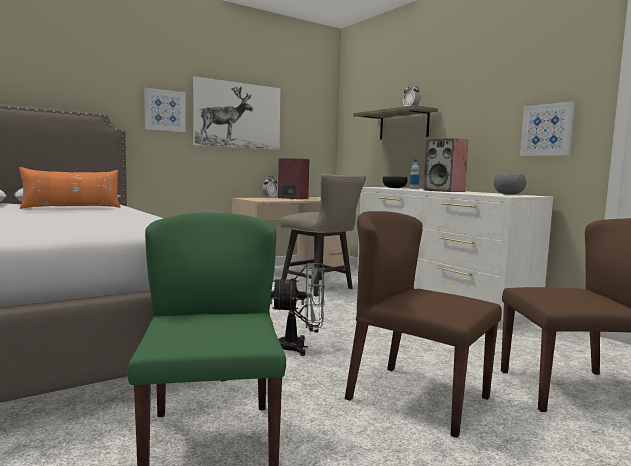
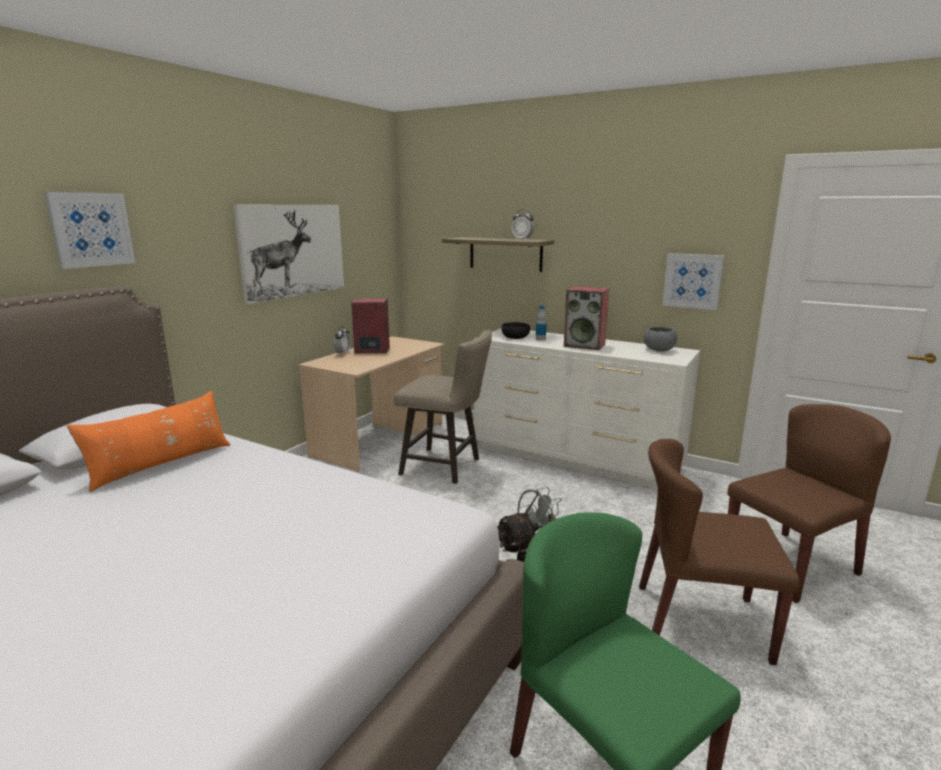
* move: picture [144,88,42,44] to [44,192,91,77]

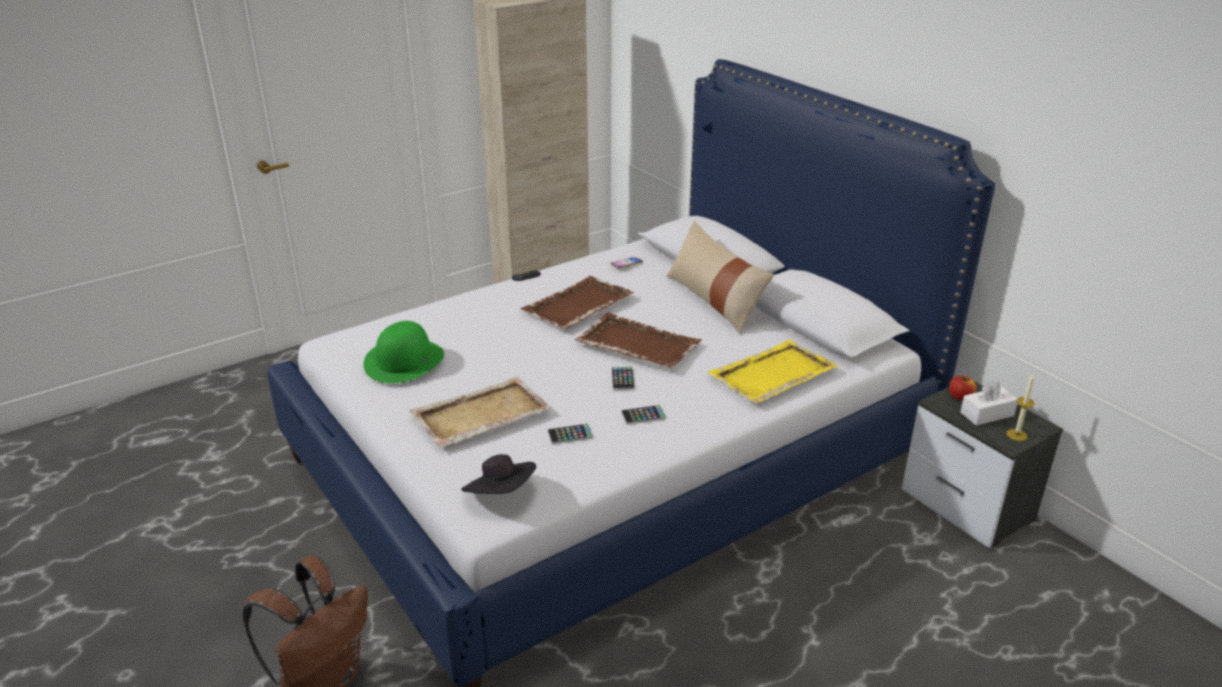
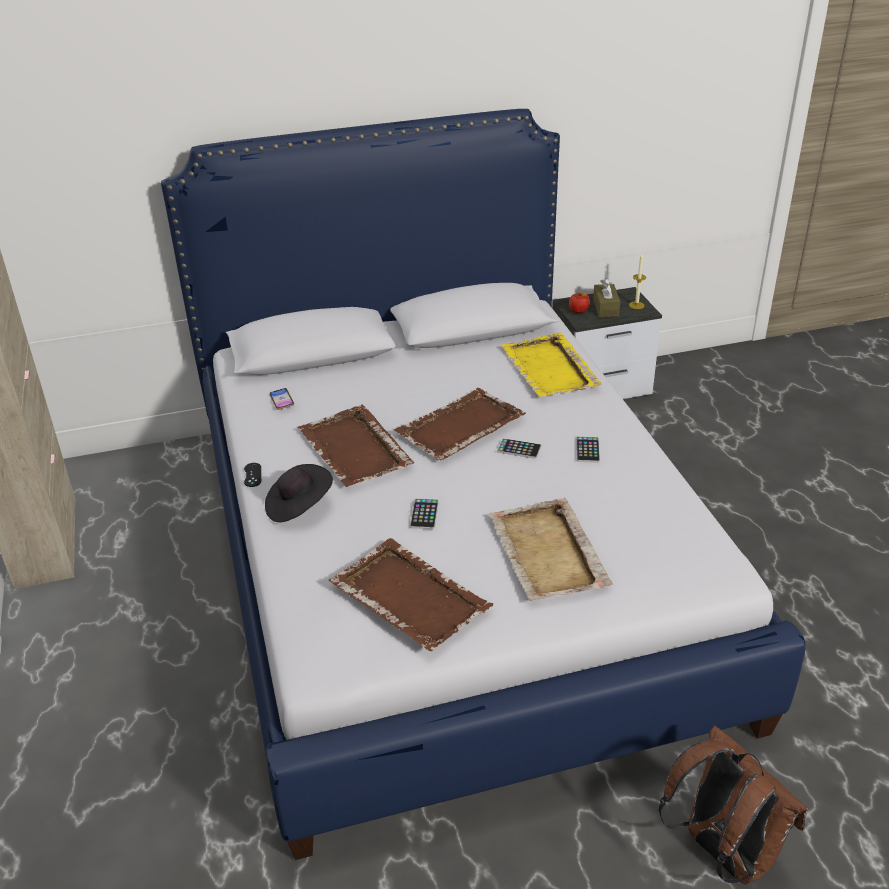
* replace: green-coloured clothing hat [363,321,81,62] to brown-coloured serving tray [328,538,165,113]
* move: blackish clothing hat [461,454,75,40] to [265,464,68,58]
* move: handset [547,424,46,20] to [410,498,29,31]
* delete: sand-coloured pillow [667,221,107,113]
* recolor: whitish tissue holder [960,379,58,47] to brown-coloured tissue holder [593,278,27,39]

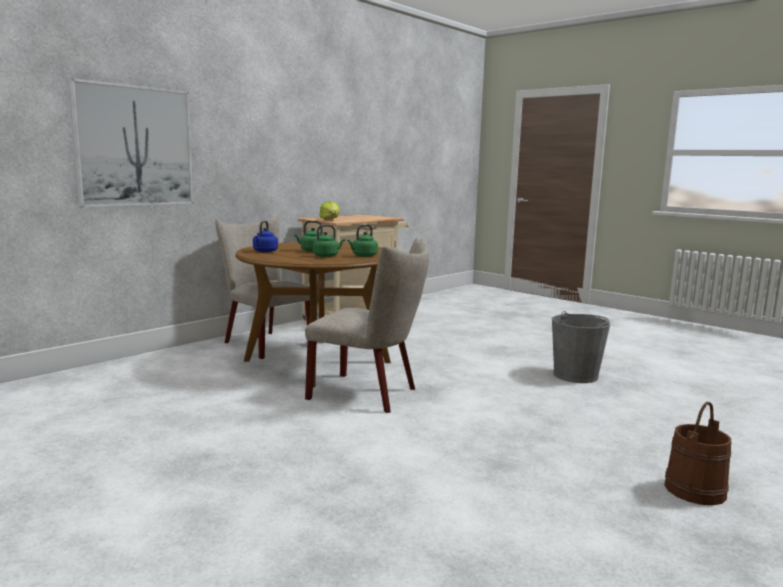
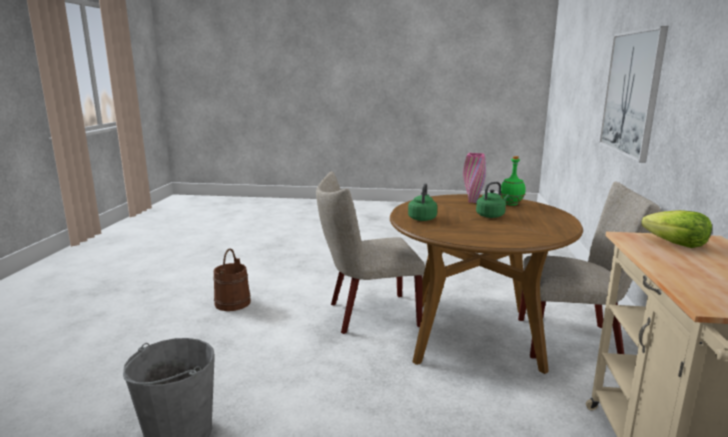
* replace: bluish water kettle [253,221,25,31] to green-coloured bottle [501,156,25,50]
* delete: green-coloured water kettle [313,225,32,32]
* move: brown-coloured water bucket [664,402,67,103] to [213,249,38,62]
* insert: pink vase [463,153,23,50]

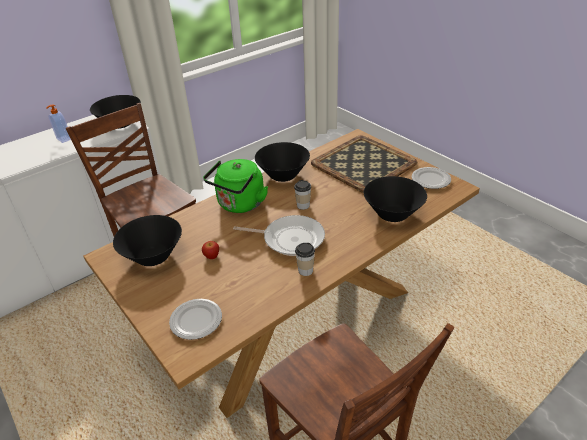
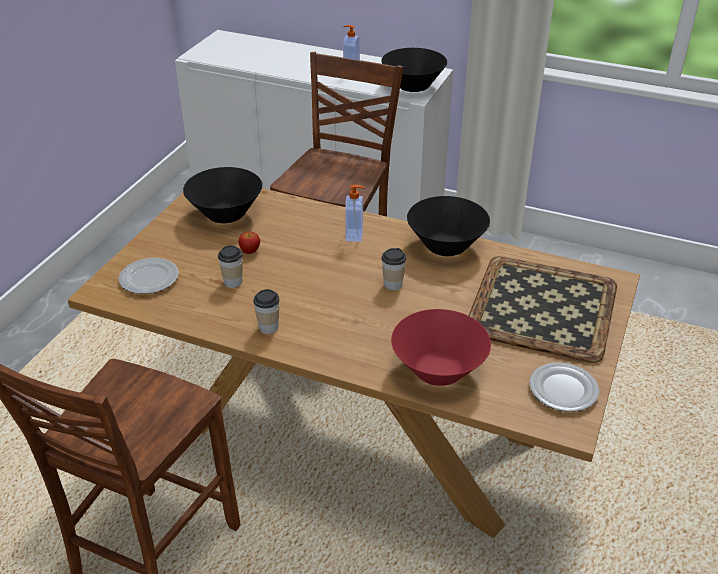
* replace: green-coloured water kettle [203,159,65,54] to soap bottle [345,185,19,57]
* delete: frying pan [233,215,92,41]
* recolor: blackish bowl [364,176,63,46] to red-coloured bowl [391,309,100,77]
* insert: drinking cup [218,245,24,43]

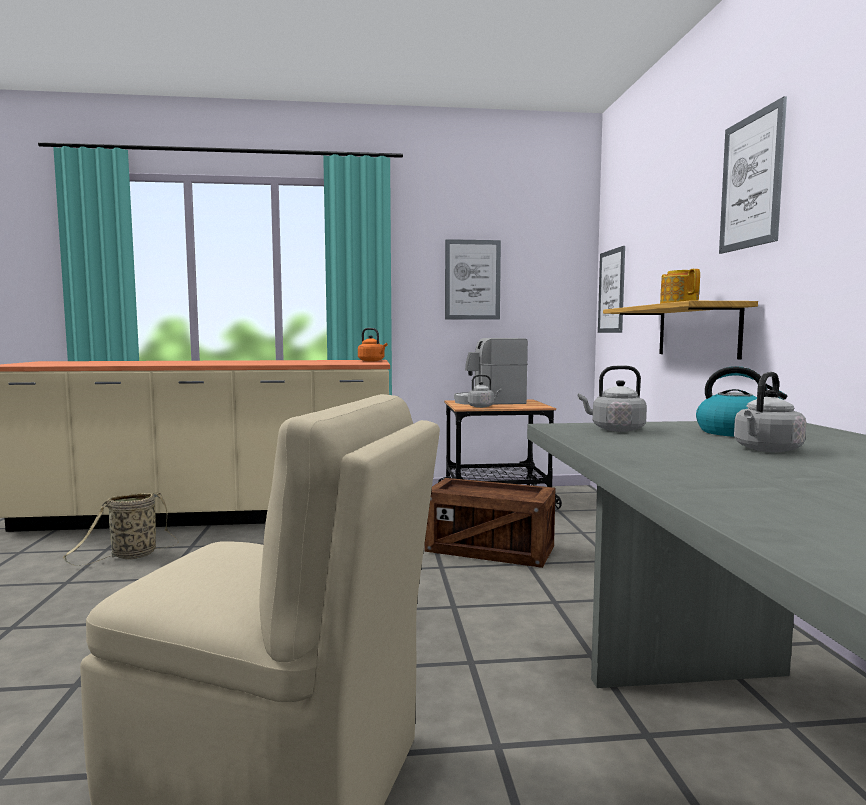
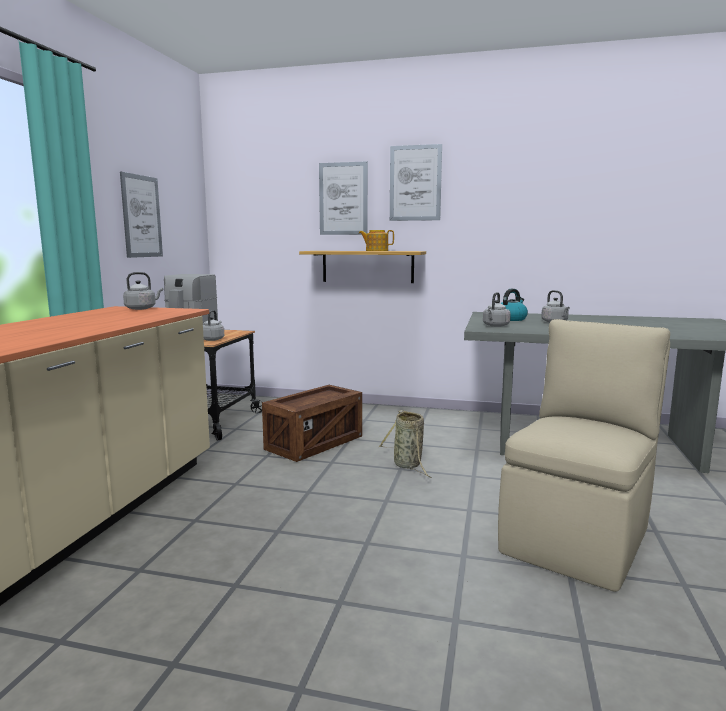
* move: storage basket [63,493,116,73] to [379,410,52,68]
* recolor: orange water kettle [358,328,30,33] to grey water kettle [123,272,40,38]
* move: picture [598,246,27,87] to [319,161,49,74]

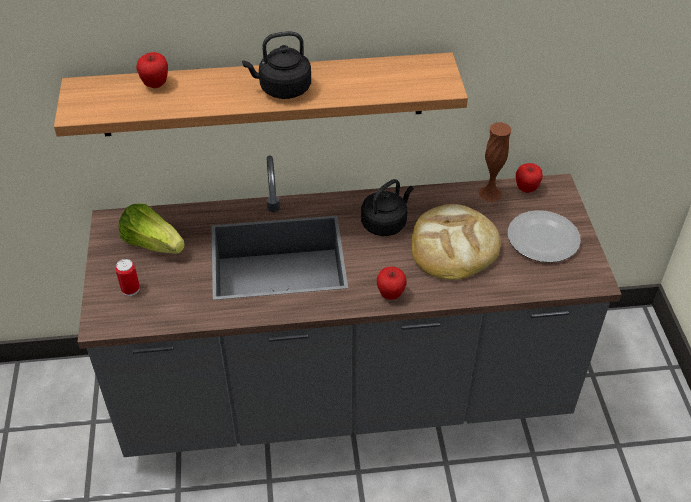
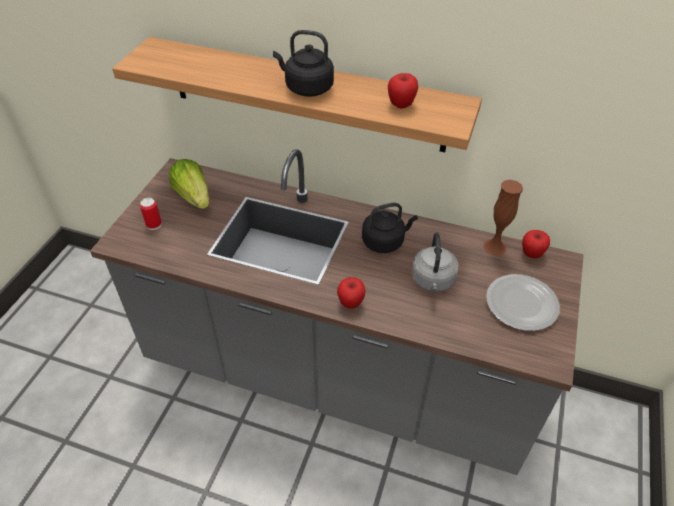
* move: apple [136,52,32,36] to [388,73,30,36]
* replace: bakery bread [412,204,89,76] to grey water kettle [412,233,47,59]

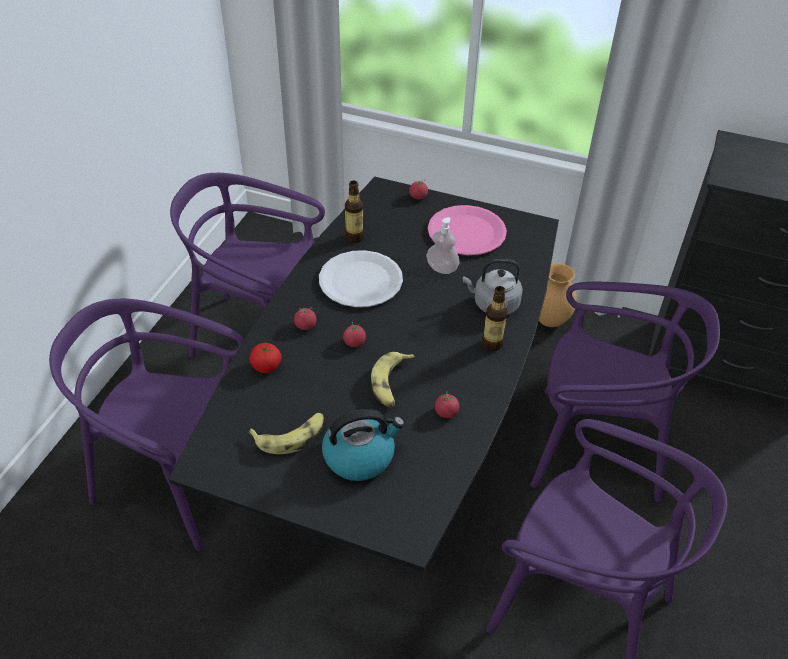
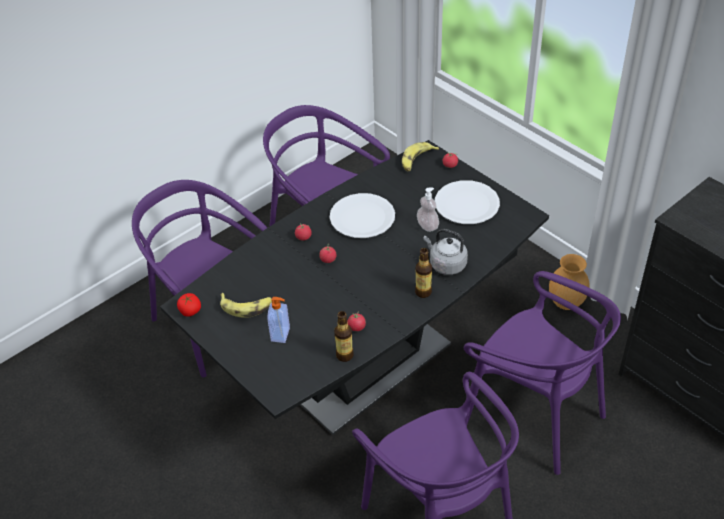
* move: fresh tomato [250,343,32,30] to [177,293,24,24]
* replace: water kettle [322,409,83,72] to soap bottle [267,297,23,46]
* move: bottle [345,180,19,63] to [334,311,20,51]
* move: banana fruit [371,352,44,55] to [402,142,37,29]
* recolor: pink flat dish [428,205,79,50] to whitish flat dish [435,180,65,44]

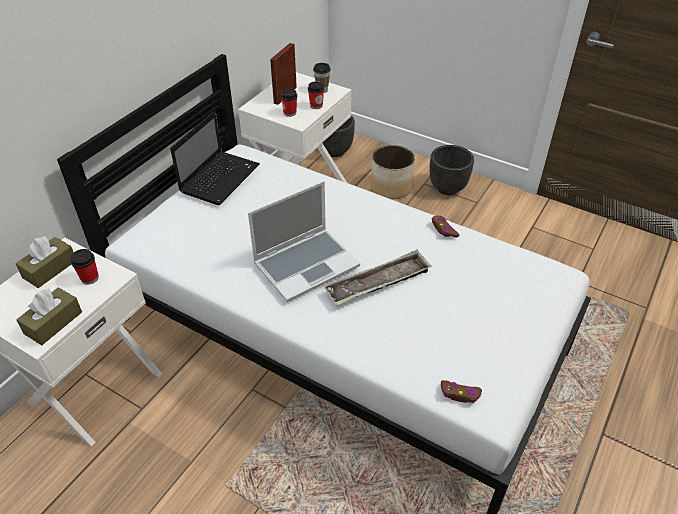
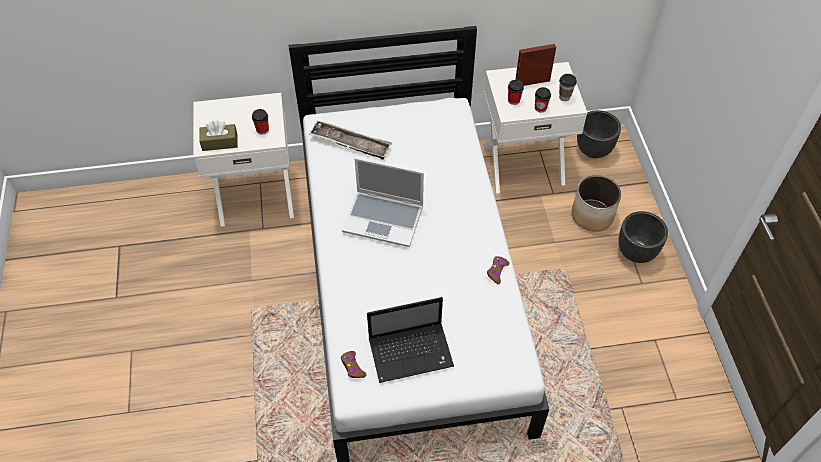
* delete: brown-coloured tissue holder [15,236,59,52]
* move: notebook computer [170,111,90,94] to [367,297,87,86]
* move: serving tray [324,250,108,56] to [309,121,83,39]

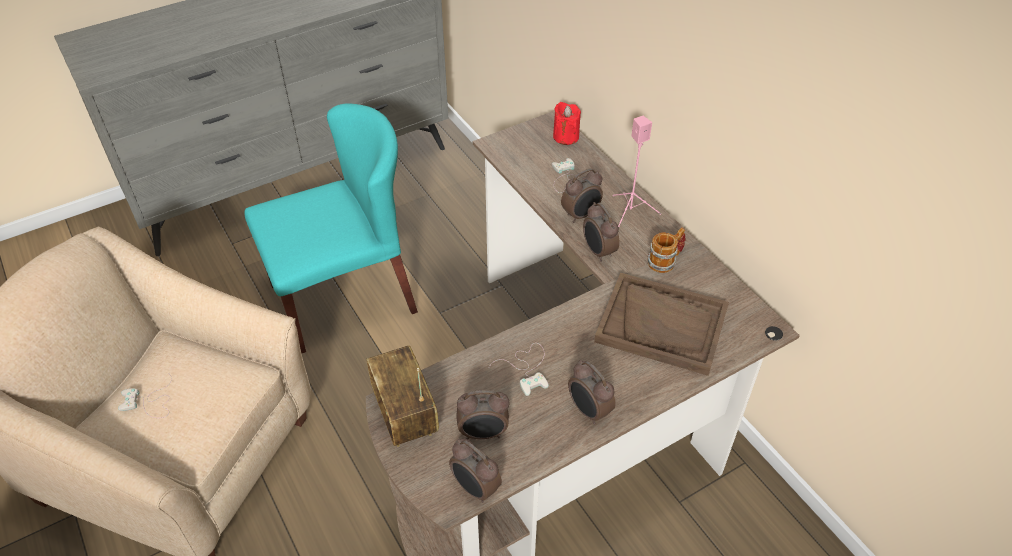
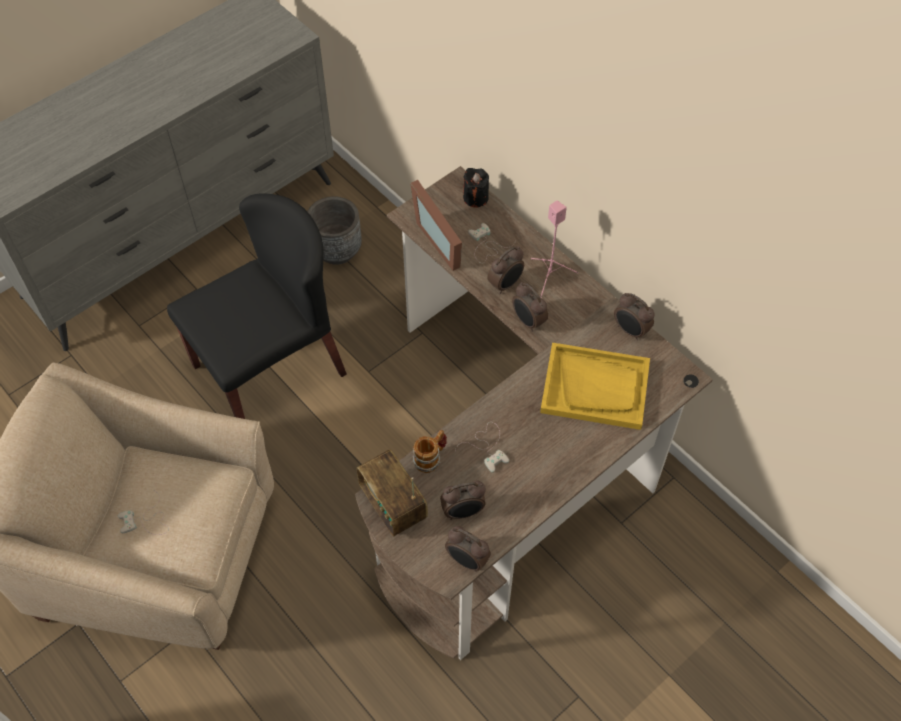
* recolor: turquoise-coloured upright chair [245,103,173,250] to blackish upright chair [167,193,180,226]
* recolor: red-coloured wax candle [553,102,28,43] to blackish wax candle [463,168,26,40]
* move: table clock [568,360,48,64] to [614,293,40,47]
* recolor: brown-coloured serving tray [594,273,135,103] to yellow-coloured serving tray [540,343,110,87]
* move: coffee mug [648,227,38,46] to [413,430,34,43]
* insert: grey plant pot [307,196,55,69]
* insert: photo frame [410,180,52,91]

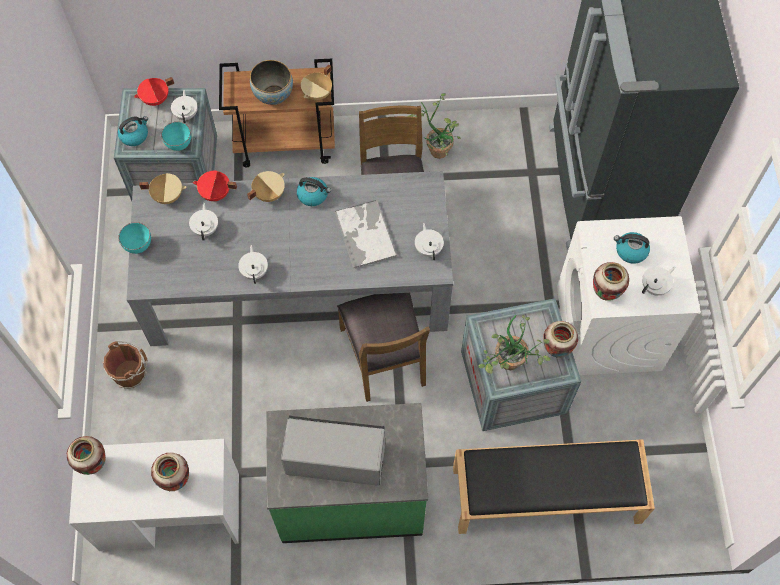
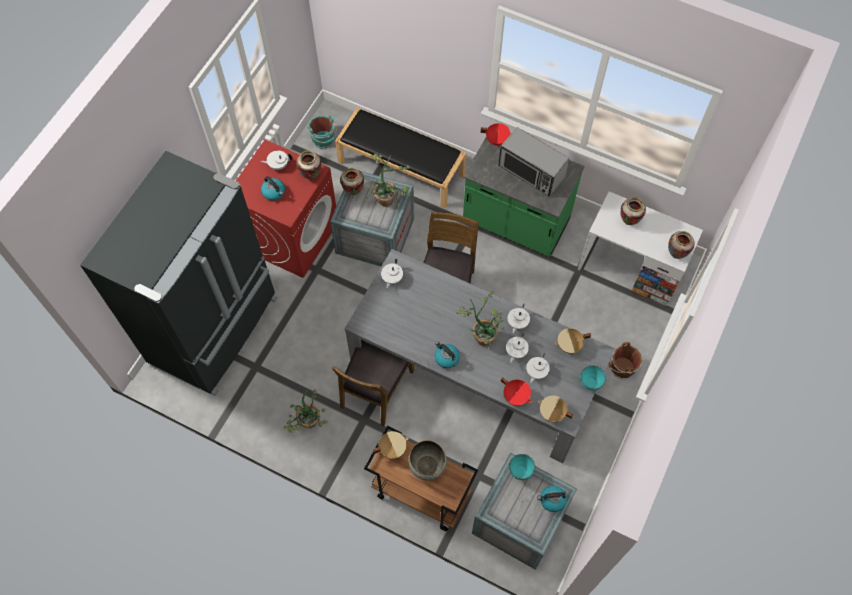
* move: red-coloured cooking pot [134,77,40,29] to [480,123,31,23]
* move: whitish teapot [171,90,27,33] to [506,333,23,30]
* move: sand-coloured cooking pot [247,171,38,31] to [555,328,36,26]
* delete: serving tray [335,200,62,69]
* recolor: whitish laundry appliance [557,216,144,159] to red-coloured laundry appliance [236,140,100,138]
* insert: turquoise-coloured water bucket [308,115,29,34]
* insert: houseplant [456,291,49,59]

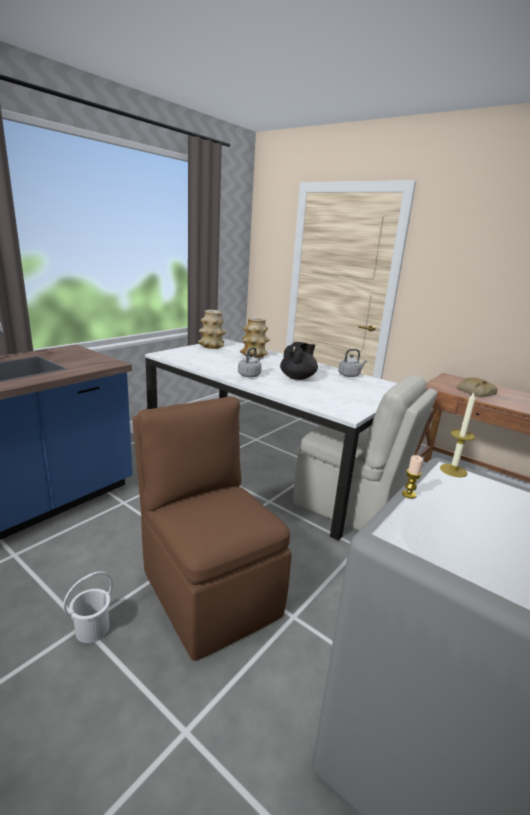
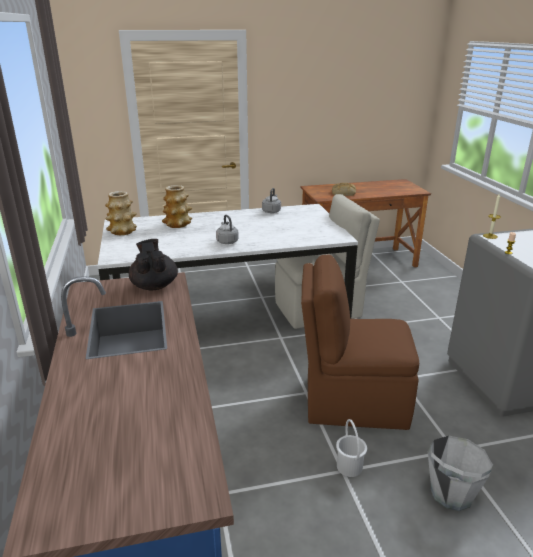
* move: blackish teapot [280,342,38,38] to [129,239,49,51]
* insert: grey water bucket [428,436,65,75]

